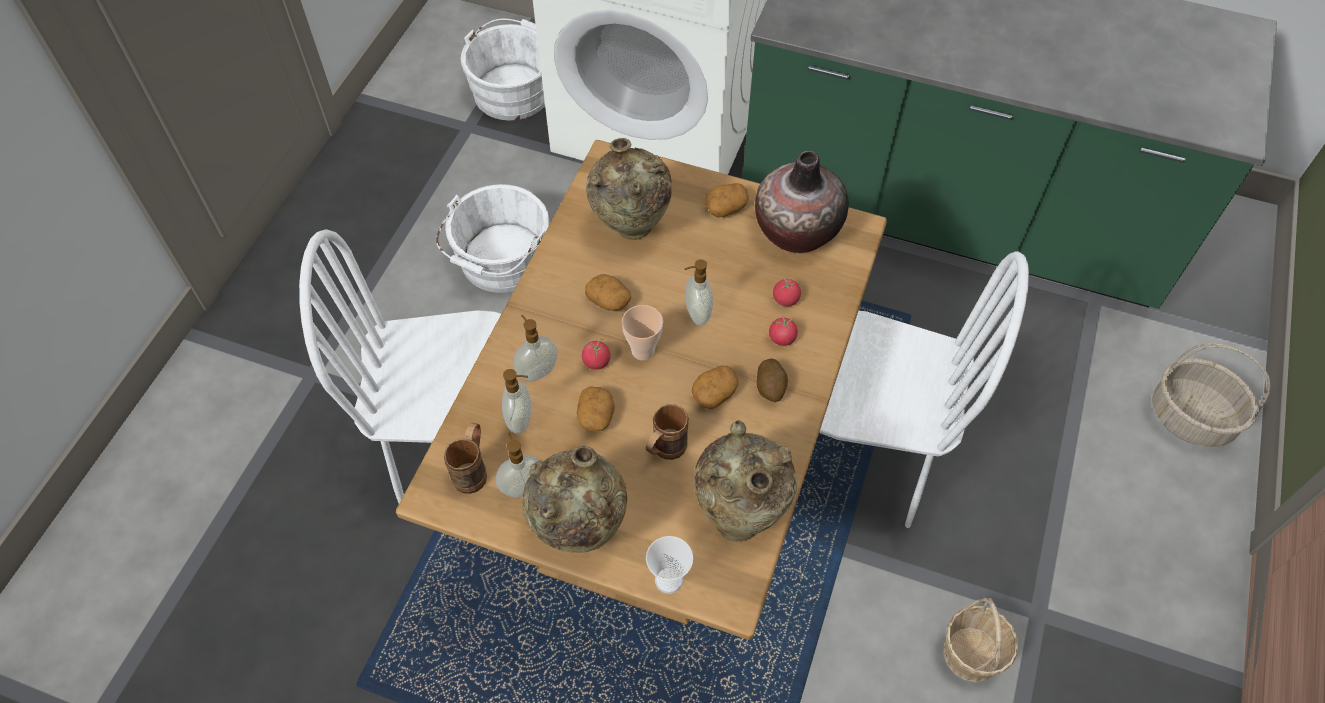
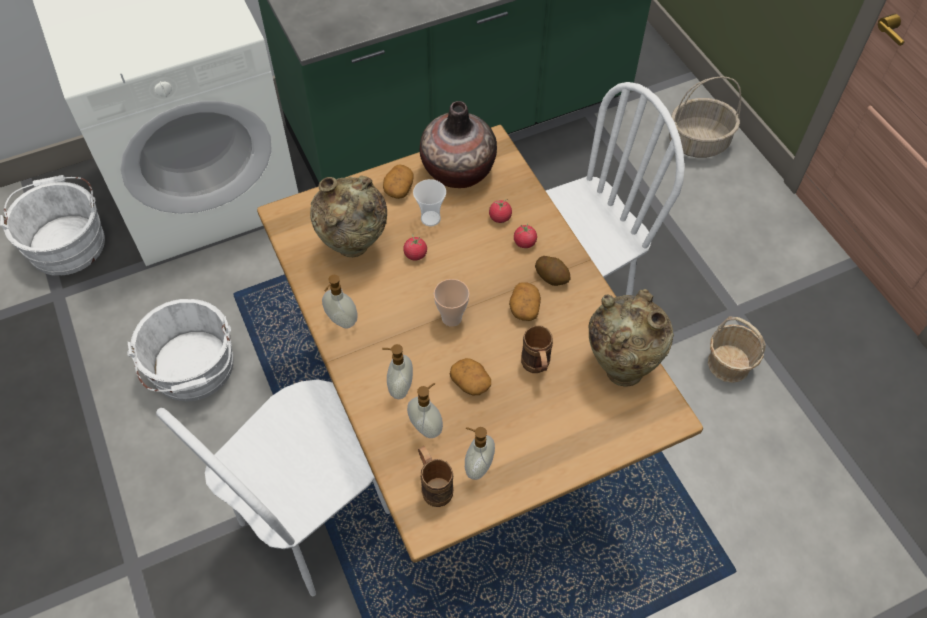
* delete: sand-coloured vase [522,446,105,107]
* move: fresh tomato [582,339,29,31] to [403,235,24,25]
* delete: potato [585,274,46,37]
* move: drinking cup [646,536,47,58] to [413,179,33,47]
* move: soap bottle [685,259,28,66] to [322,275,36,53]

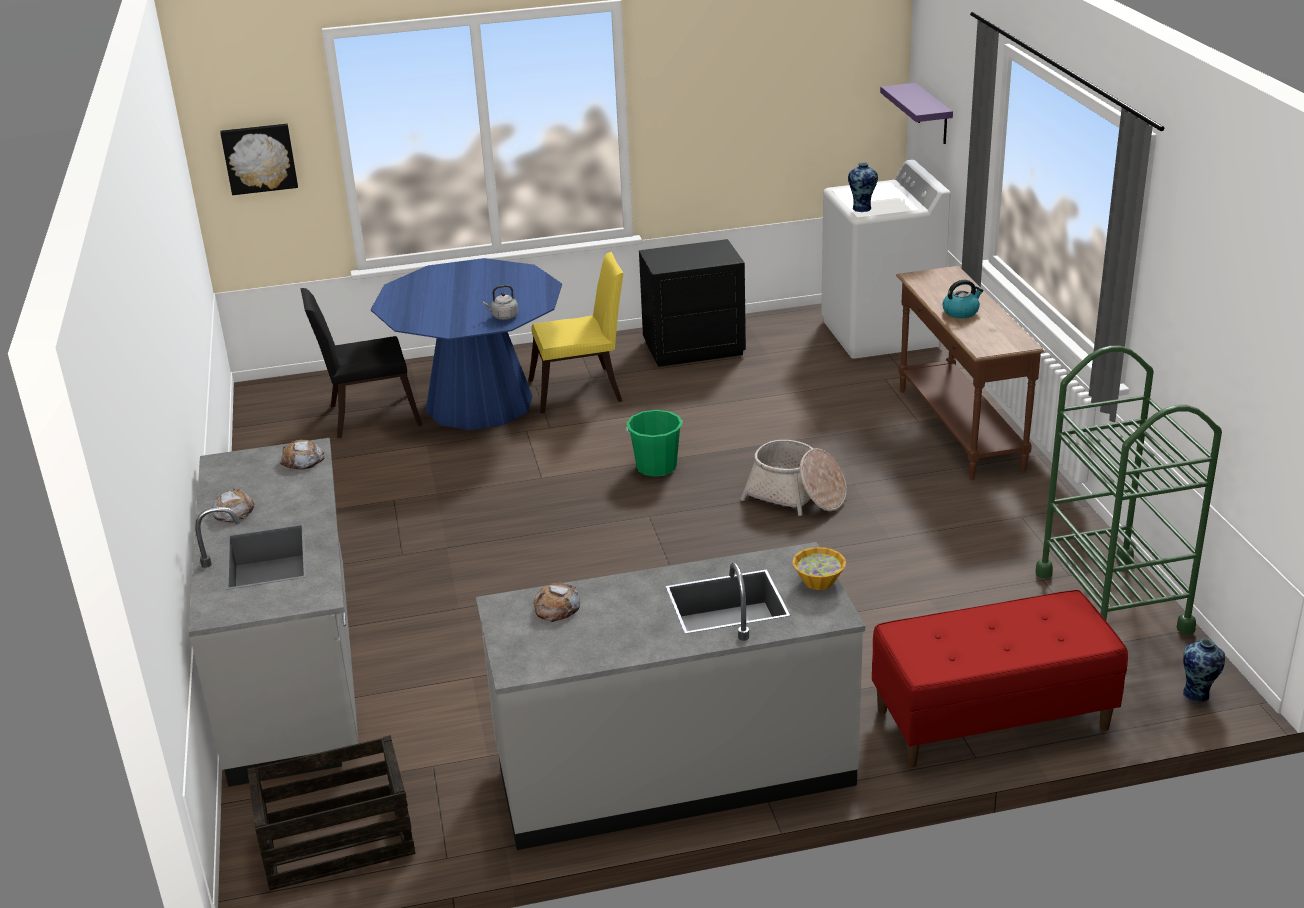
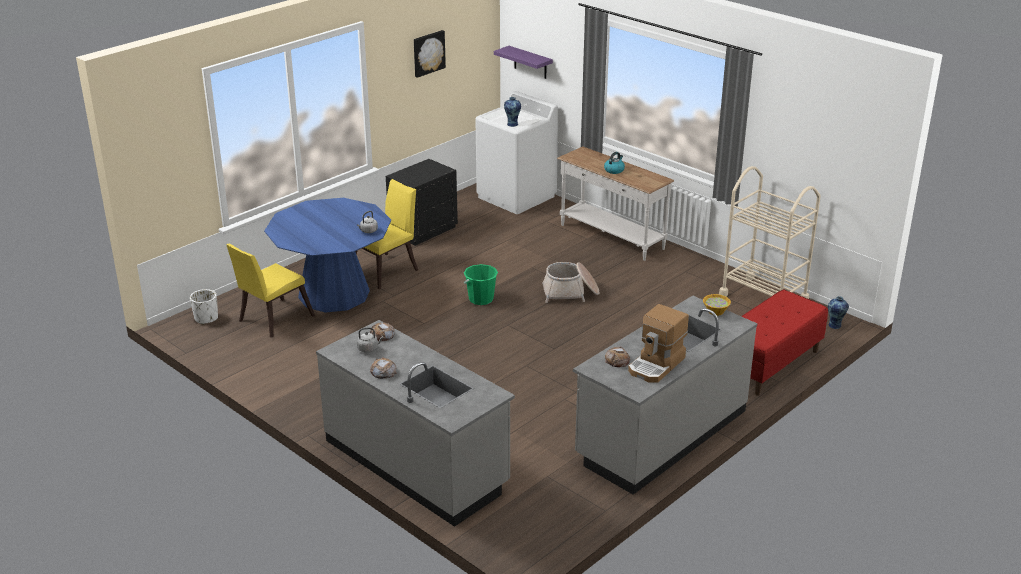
* move: picture [220,124,78,71] to [414,30,32,48]
* delete: packing crate [247,735,168,156]
* recolor: blackish upright chair [300,288,123,150] to yellow-coloured upright chair [226,244,89,94]
* recolor: brown-coloured hall table [896,266,148,214] to whitish hall table [557,147,117,114]
* recolor: green-coloured trolley [1036,346,186,288] to sand-coloured trolley [719,166,102,133]
* insert: whitish plant pot [190,289,28,36]
* insert: grey water kettle [357,327,27,26]
* insert: coffee machine [628,304,61,79]

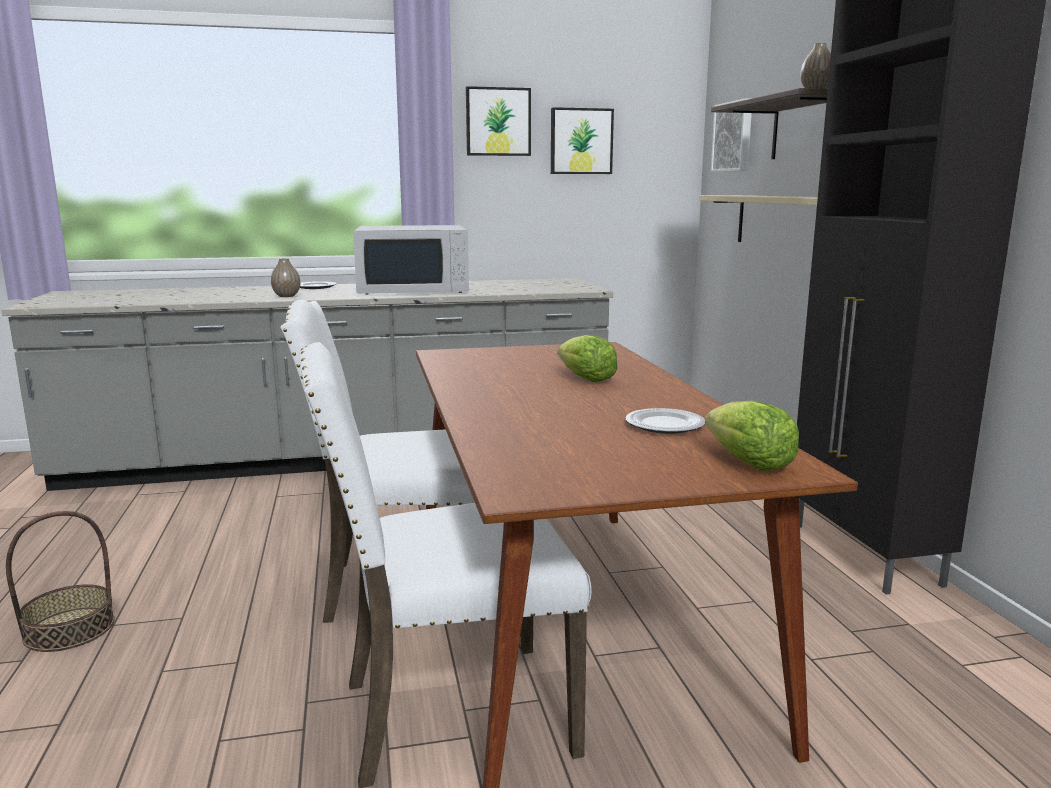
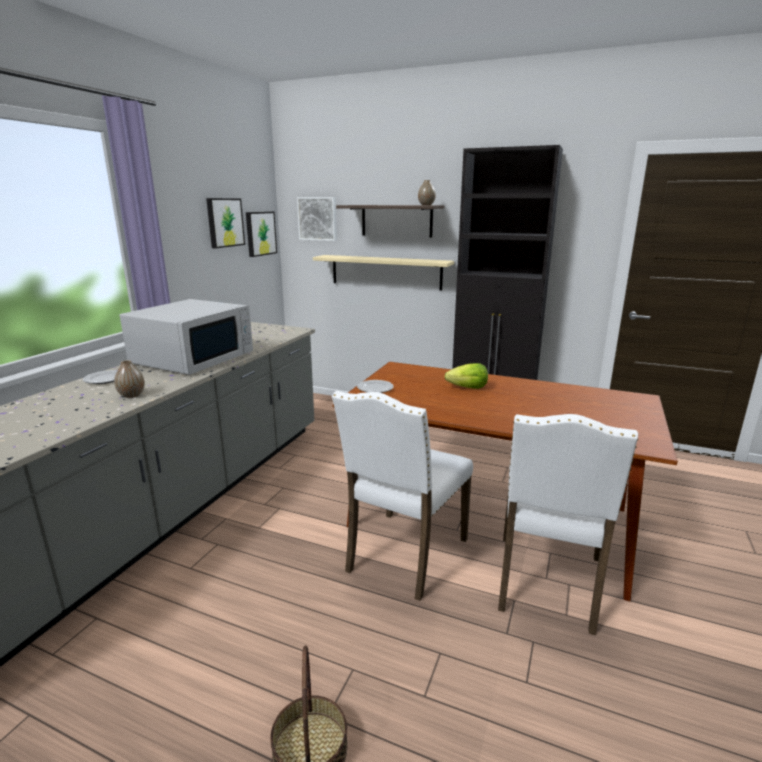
* move: picture [466,86,65,70] to [246,211,31,46]
* move: flat dish [625,408,80,26] to [357,380,37,13]
* delete: lettuce [705,401,94,70]

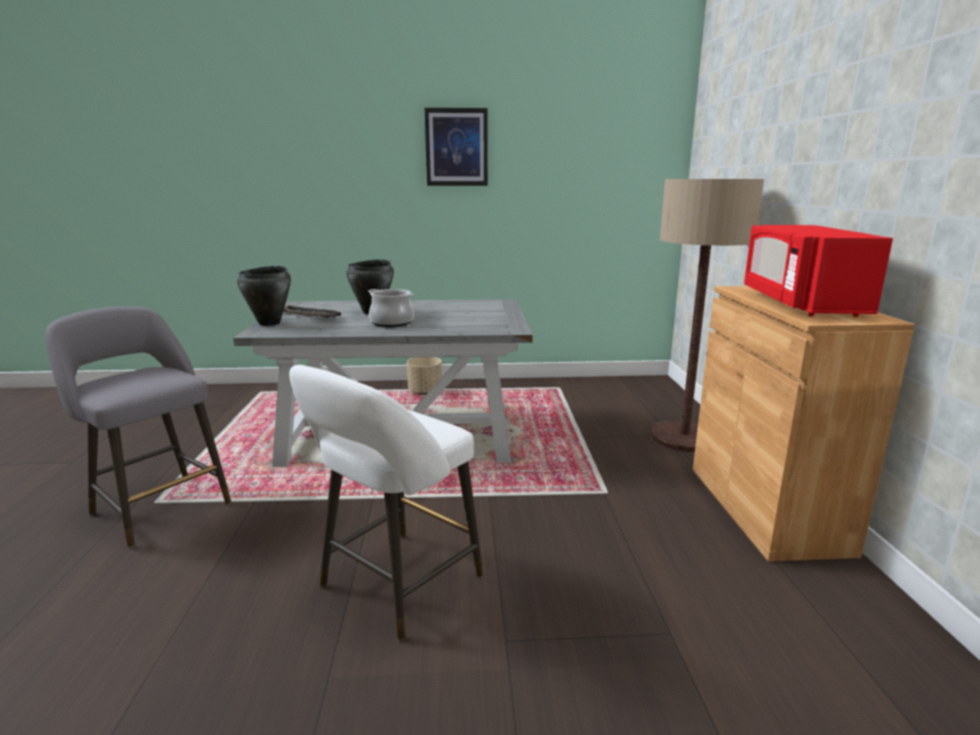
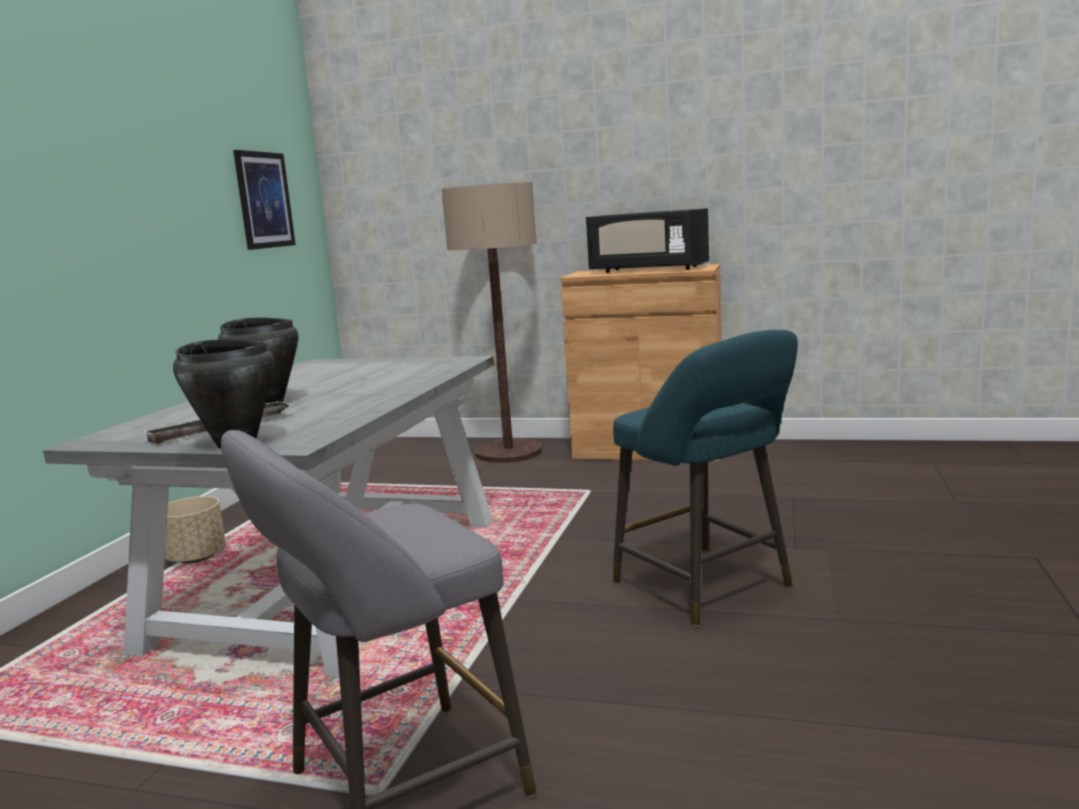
* recolor: whitish stool seat [289,365,194,275] to turquoise-coloured stool seat [613,330,185,297]
* delete: cooking pot [368,289,46,38]
* move: picture [425,108,63,78] to [233,150,63,100]
* recolor: red-coloured kitchen microwave [744,225,149,92] to blackish kitchen microwave [586,208,123,65]

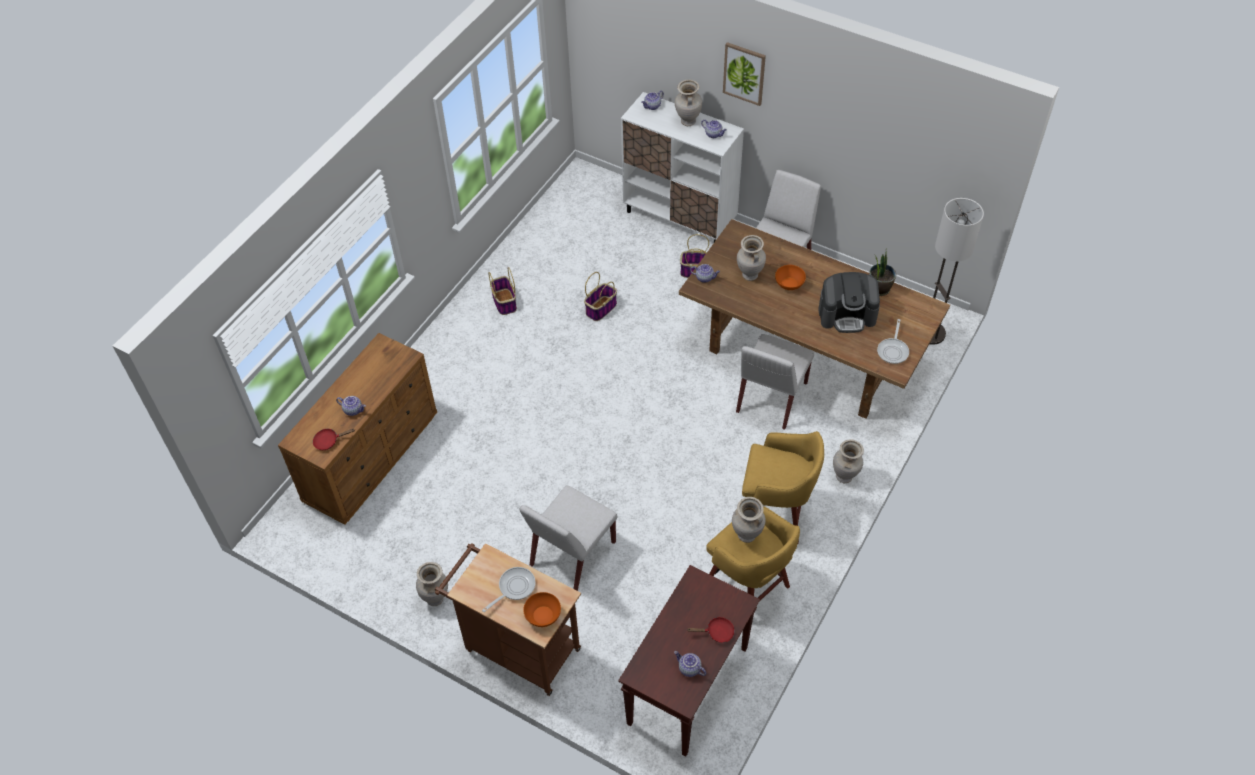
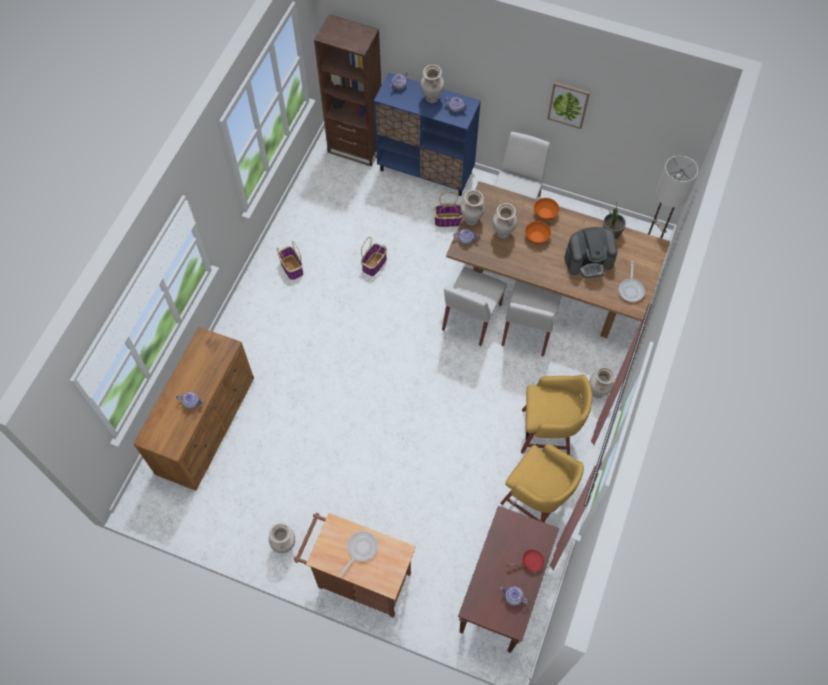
* delete: red-coloured frying pan [313,429,42,21]
* move: whitish upright chair [519,485,98,106] to [442,267,65,79]
* move: orange bowl [523,592,38,35] to [534,198,25,22]
* recolor: whitish storage cabinet [621,92,123,150] to bluish storage cabinet [374,73,107,123]
* move: picture [723,42,43,64] to [547,82,43,47]
* move: sand-coloured vase [732,497,34,46] to [461,190,24,35]
* insert: brown-coloured bookcase [314,14,67,152]

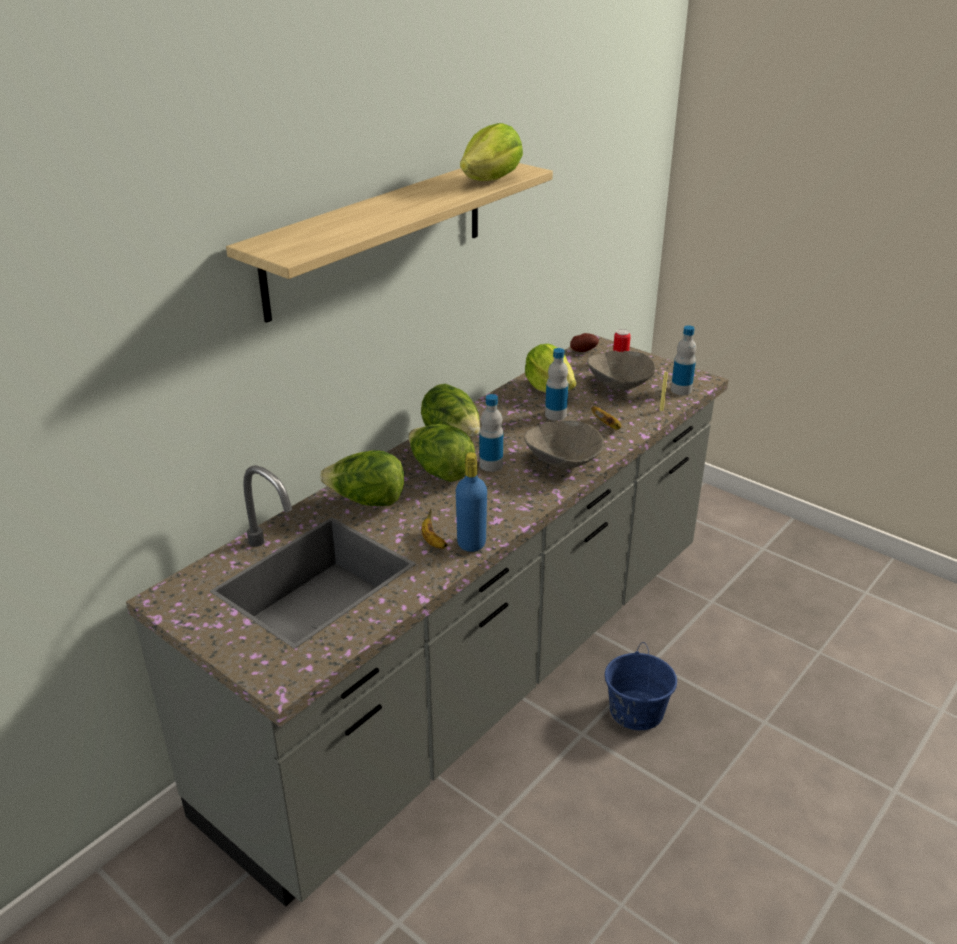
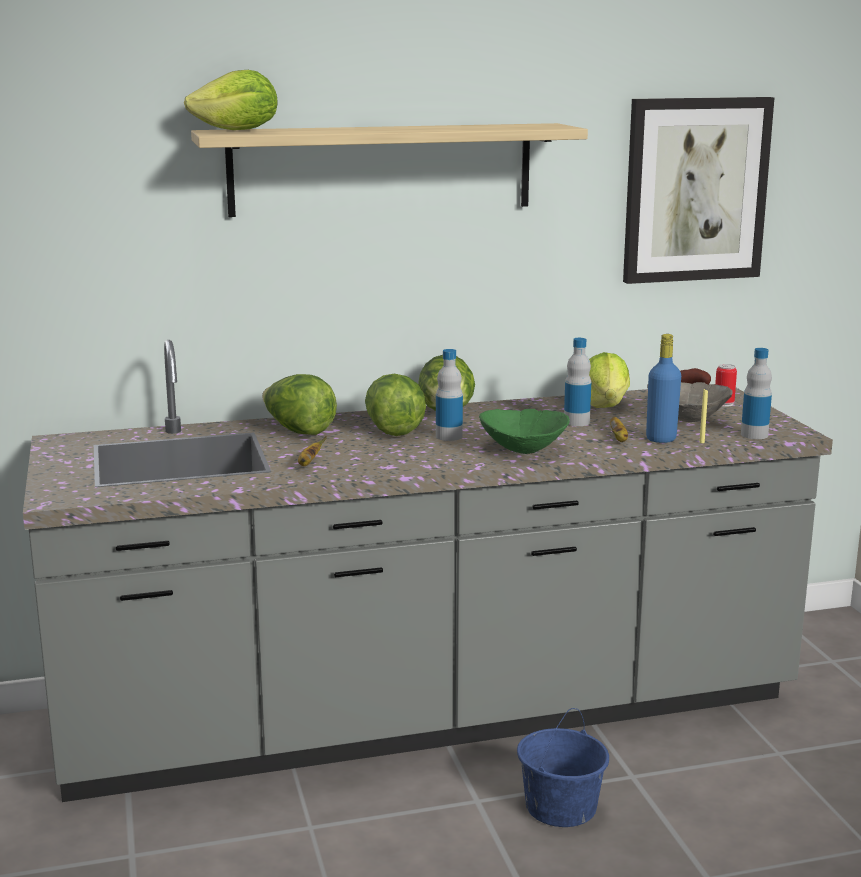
* move: bluish bottle [456,452,31,100] to [646,334,35,109]
* move: lettuce [460,123,63,58] to [184,70,93,60]
* recolor: grey bowl [524,420,80,49] to green-coloured bowl [479,409,91,45]
* insert: picture [623,97,152,187]

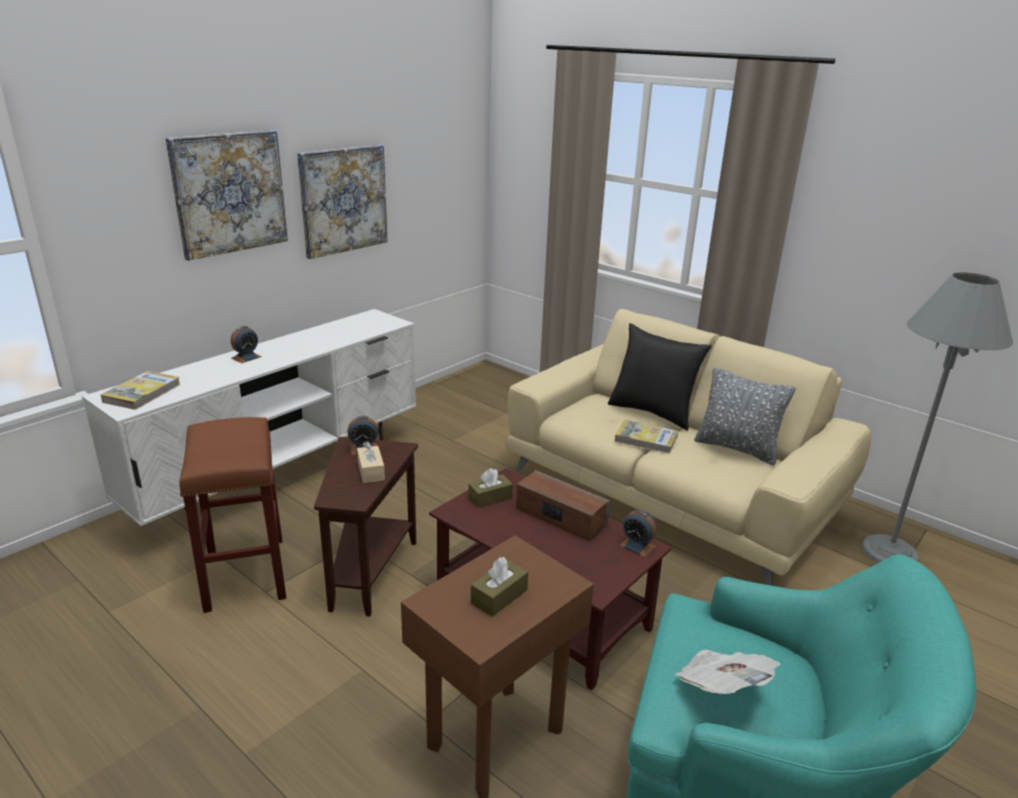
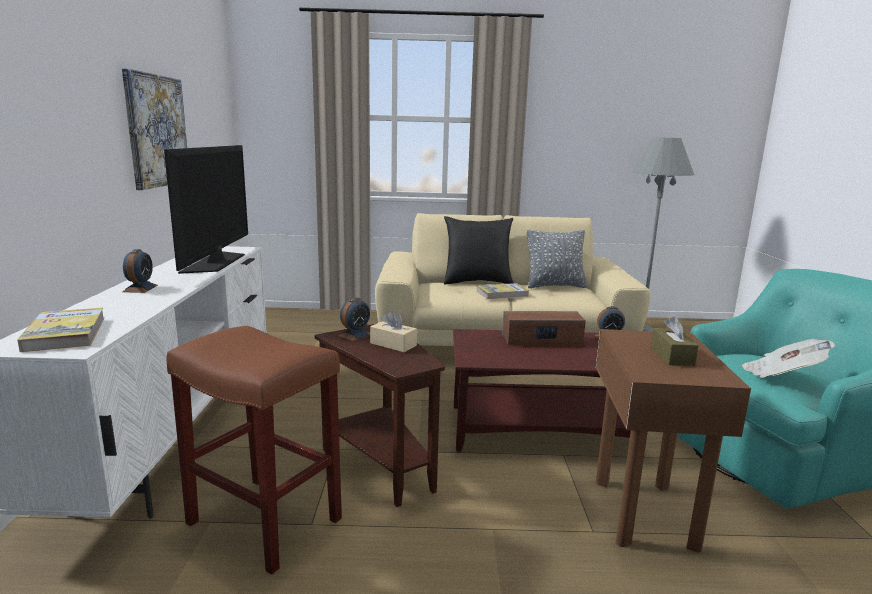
* delete: picture [166,130,122,131]
* delete: brown-coloured tissue holder [468,468,45,40]
* insert: TV [164,145,84,129]

